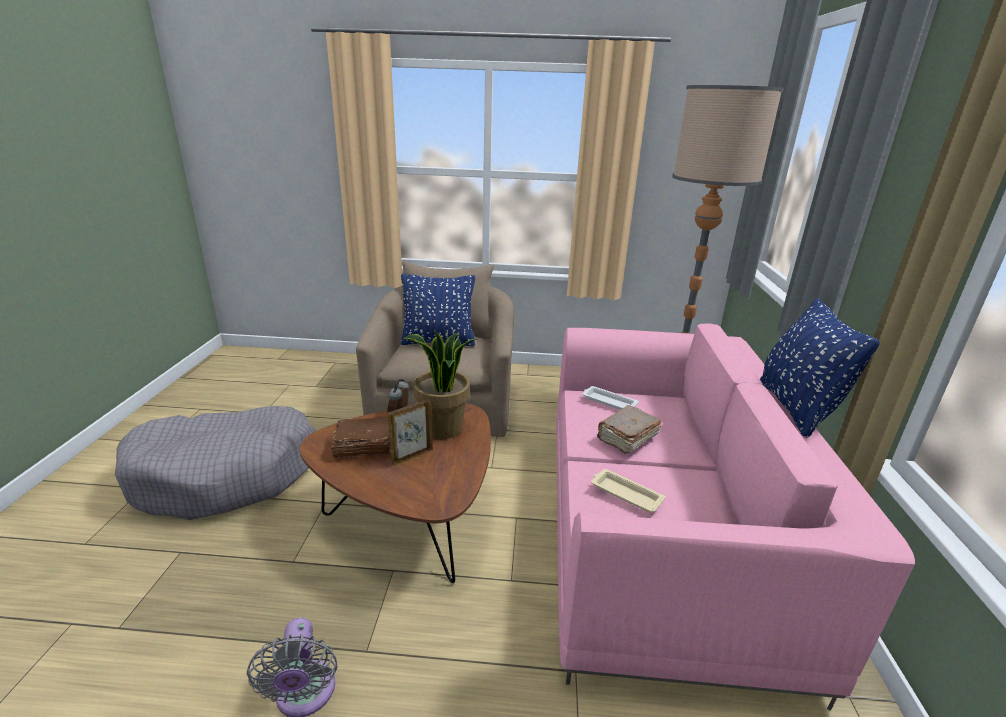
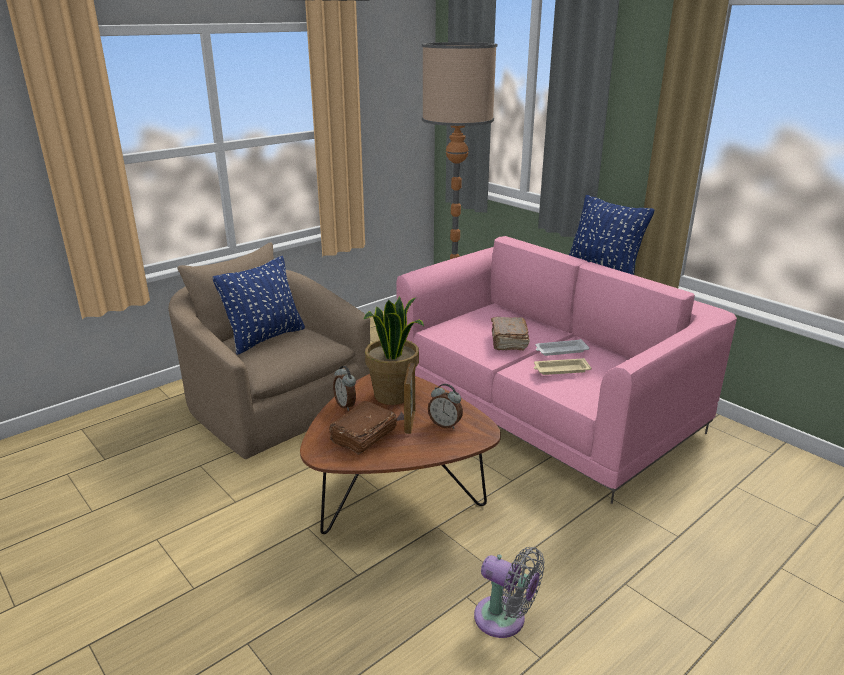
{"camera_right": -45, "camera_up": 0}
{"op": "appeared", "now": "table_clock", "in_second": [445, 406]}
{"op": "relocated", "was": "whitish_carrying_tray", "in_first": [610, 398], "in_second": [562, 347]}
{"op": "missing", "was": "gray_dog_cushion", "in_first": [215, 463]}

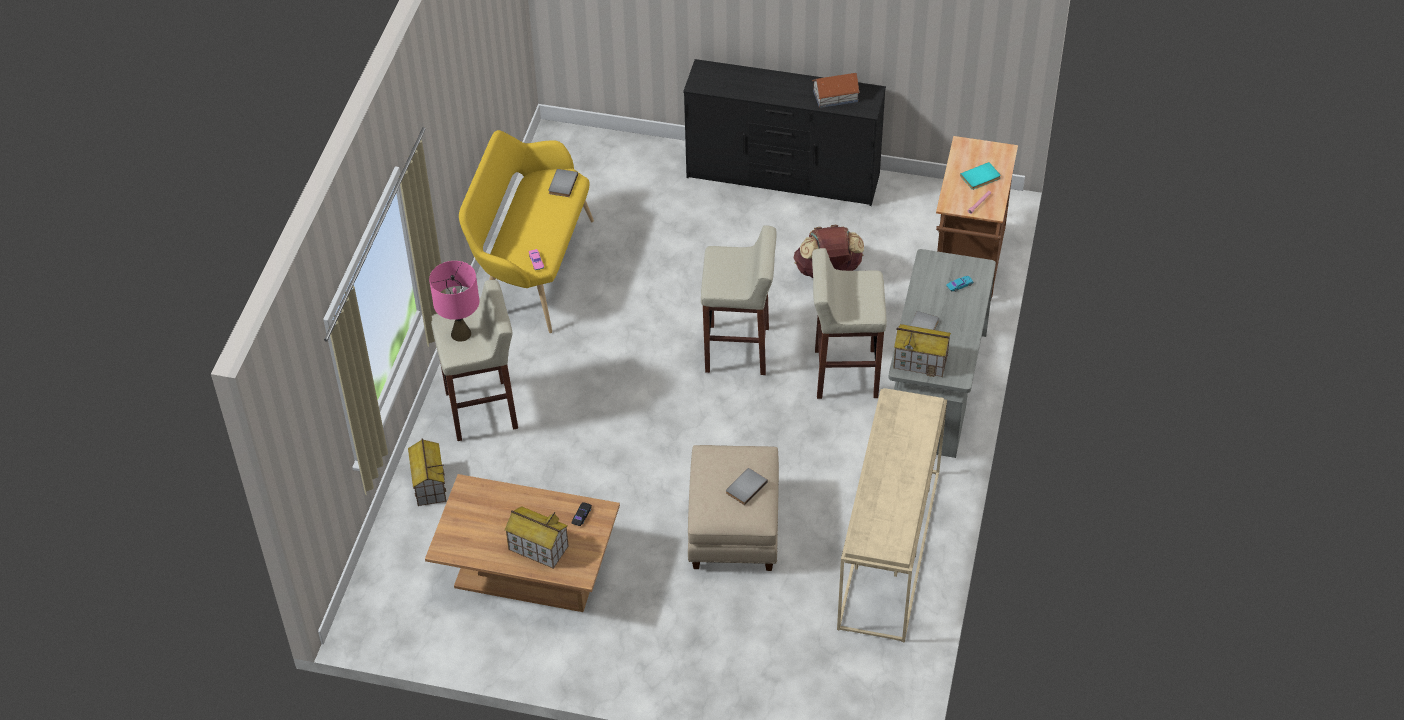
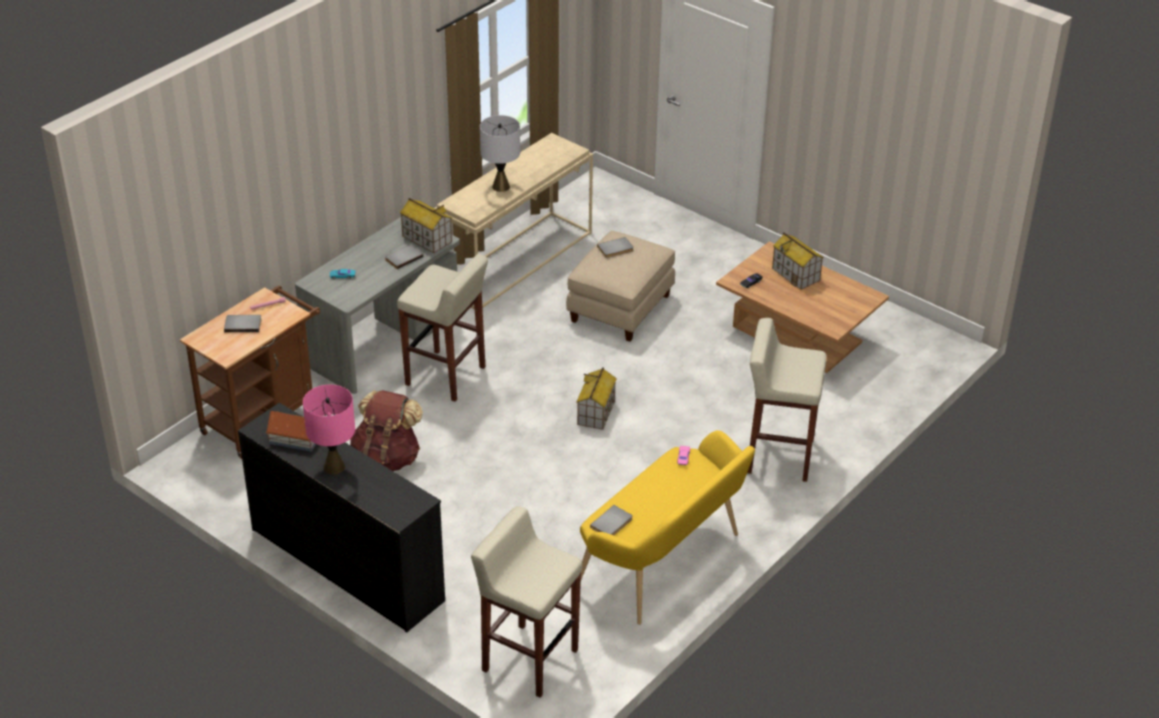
{"camera_right": -155, "camera_up": -10}
{"op": "colour", "was": "turquoise_volume", "now": "gray_volume", "in_first": [980, 176], "in_second": [243, 323]}
{"op": "relocated", "was": "pink-coloured_lamp_for_a_table", "in_first": [454, 301], "in_second": [329, 430]}
{"op": "relocated", "was": "beige-coloured_stool", "in_first": [739, 300], "in_second": [526, 602]}
{"op": "appeared", "now": "gray_lamp_for_a_table", "in_second": [500, 153]}
{"op": "relocated", "was": "model_house", "in_first": [427, 472], "in_second": [597, 398]}

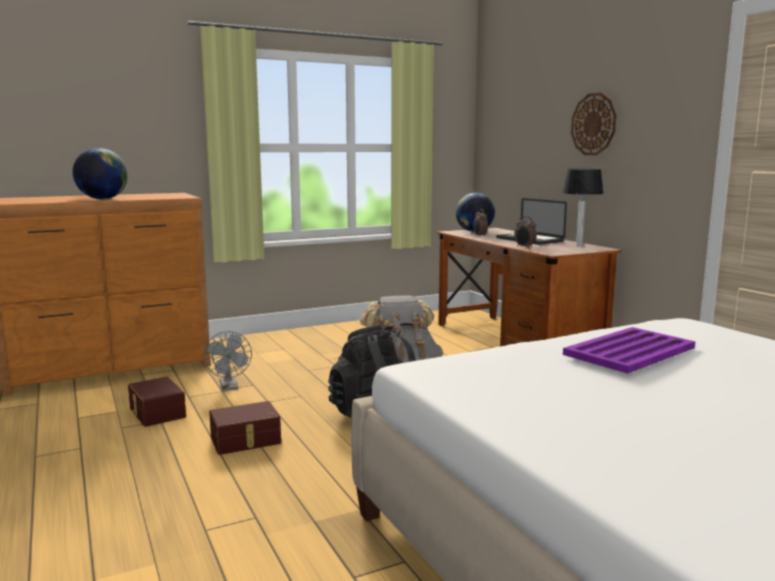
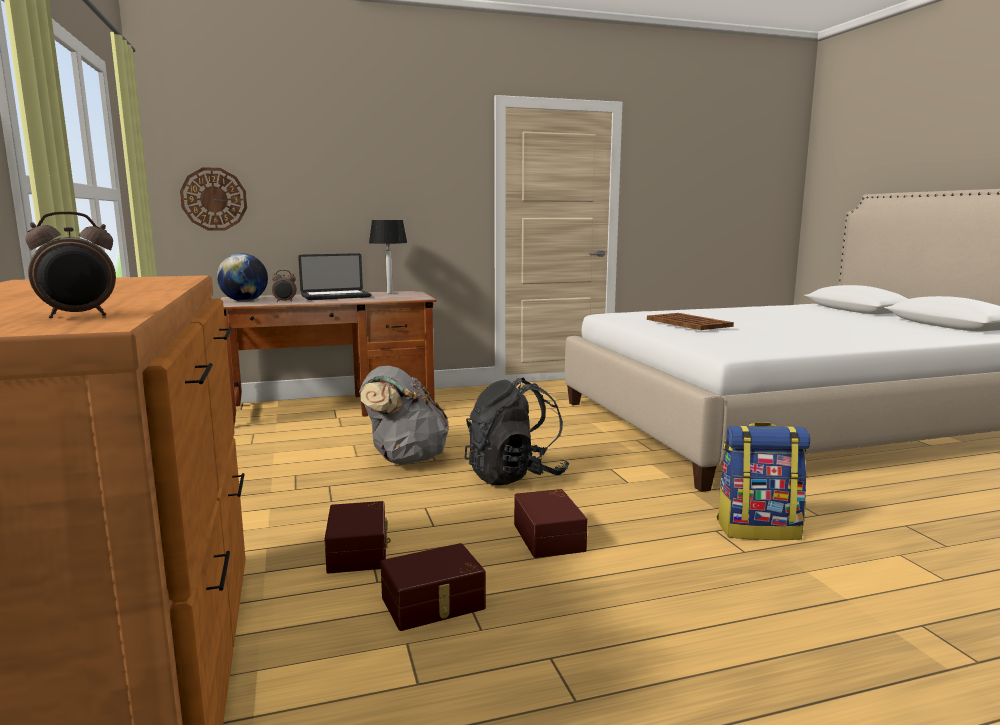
{"camera_right": -80, "camera_up": 0}
{"op": "relocated", "was": "table_clock", "in_first": [525, 232], "in_second": [70, 264]}
{"op": "relocated", "was": "wall_clock", "in_first": [593, 124], "in_second": [213, 199]}
{"op": "exchanged", "was": "gray_cooling_fan", "now": "brownish_storage_bin", "in_first": [228, 361], "in_second": [358, 537]}
{"op": "colour", "was": "purple_carrying_tray", "now": "brownish_carrying_tray", "in_first": [629, 350], "in_second": [690, 321]}
{"op": "appeared", "now": "backpack", "in_second": [763, 481]}
{"op": "missing", "was": "globe", "in_first": [100, 173]}

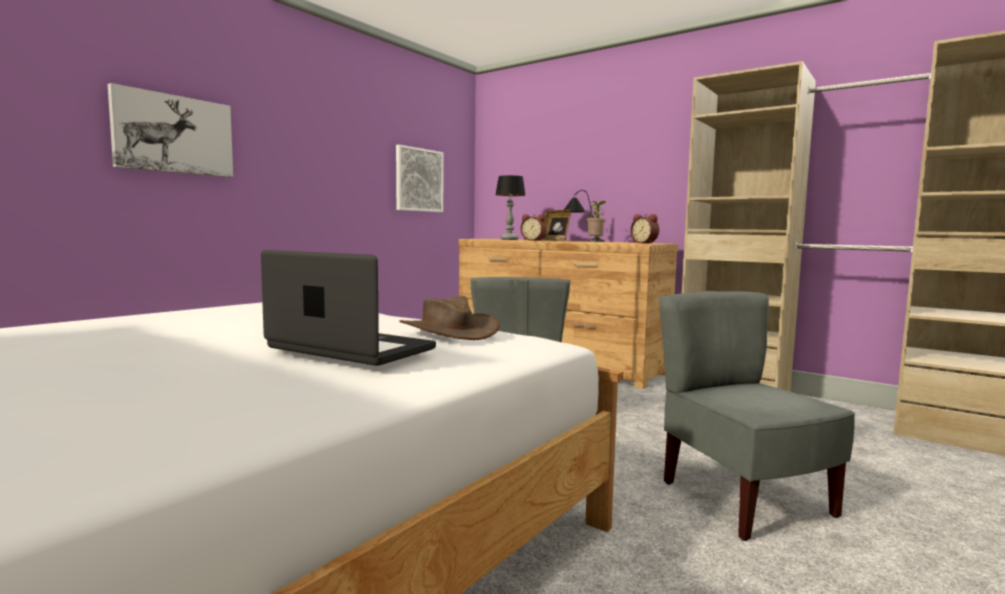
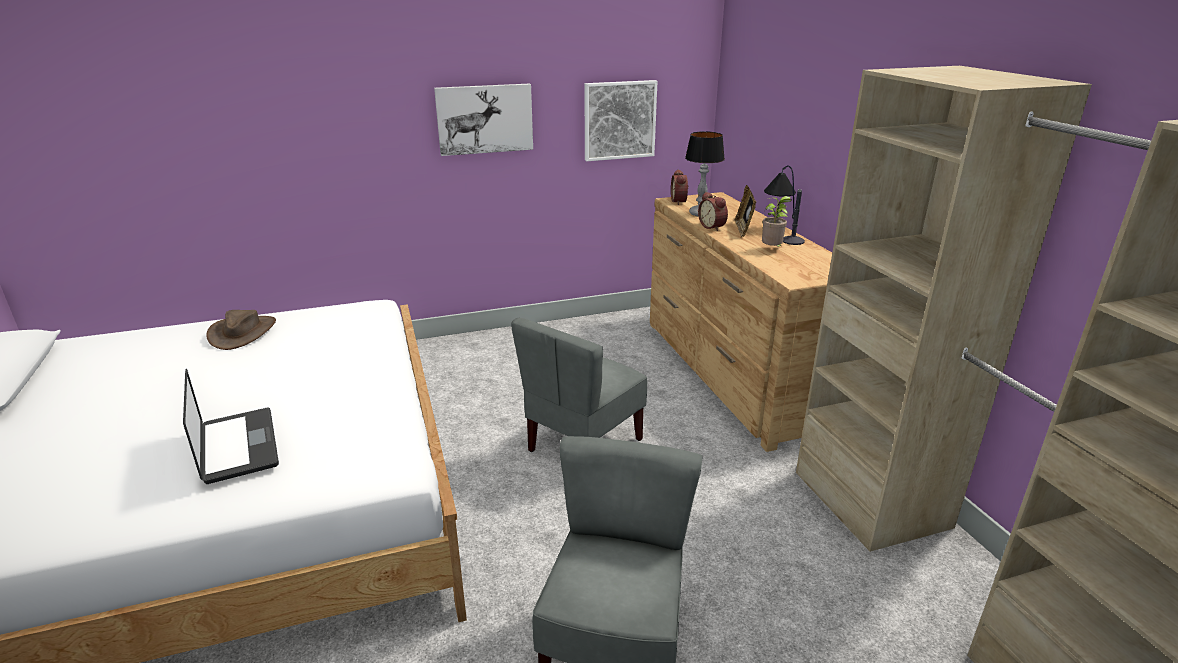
{"camera_right": 35, "camera_up": 20}
{"op": "relocated", "was": "brownish_clothing_hat", "in_first": [449, 318], "in_second": [241, 330]}
{"op": "relocated", "was": "wall_picture", "in_first": [170, 130], "in_second": [483, 120]}
{"op": "relocated", "was": "table_clock", "in_first": [644, 229], "in_second": [679, 187]}

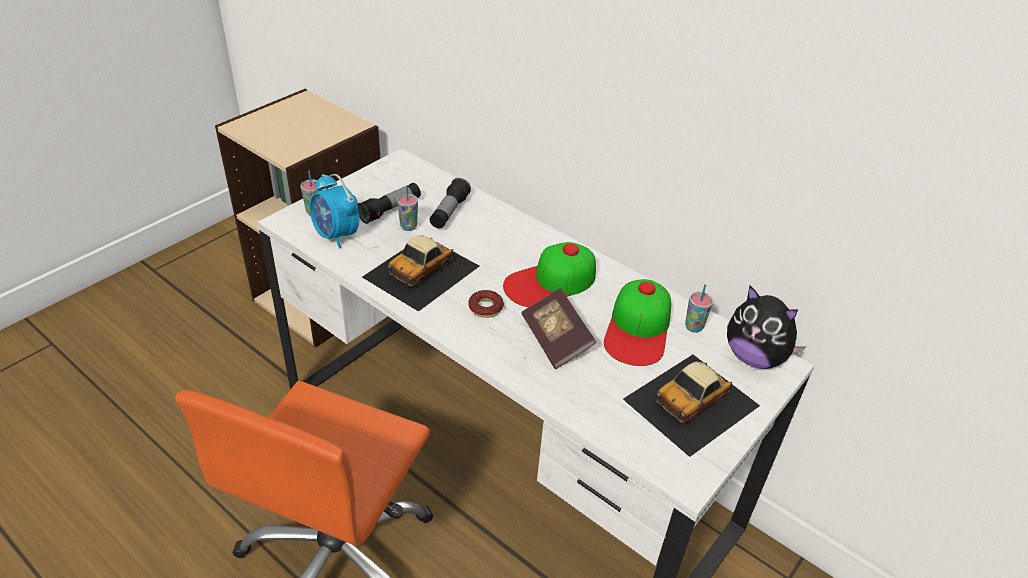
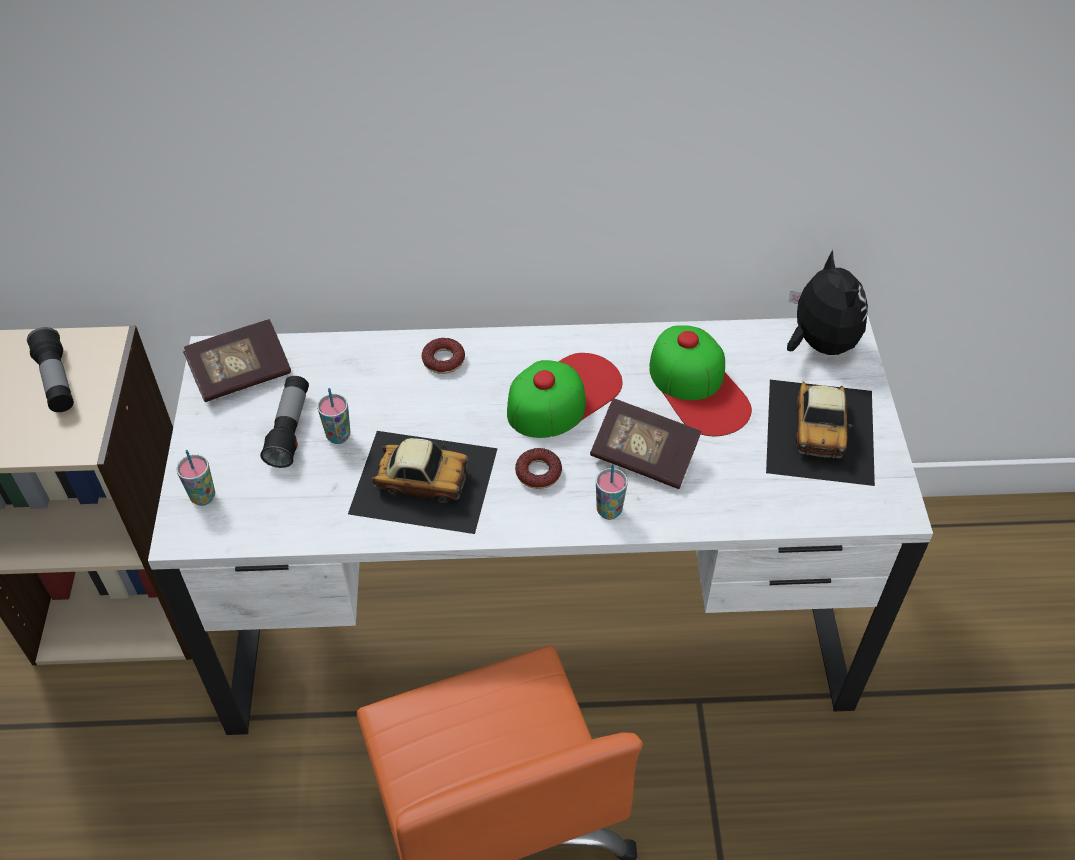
{"camera_right": -40, "camera_up": 10}
{"op": "relocated", "was": "hand_torch", "in_first": [450, 203], "in_second": [50, 369]}
{"op": "appeared", "now": "volume", "in_second": [237, 360]}
{"op": "spun", "was": "miniature_car", "in_first": [420, 273], "in_second": [423, 482], "clockwise": -75}
{"op": "appeared", "now": "doughnut", "in_second": [443, 356]}
{"op": "spun", "was": "cap", "in_first": [549, 274], "in_second": [564, 395], "clockwise": -150}
{"op": "relocated", "was": "cup", "in_first": [699, 308], "in_second": [612, 492]}
{"op": "spun", "was": "cuddly_toy", "in_first": [766, 327], "in_second": [827, 302], "clockwise": -105}
{"op": "missing", "was": "table_clock", "in_first": [334, 211]}

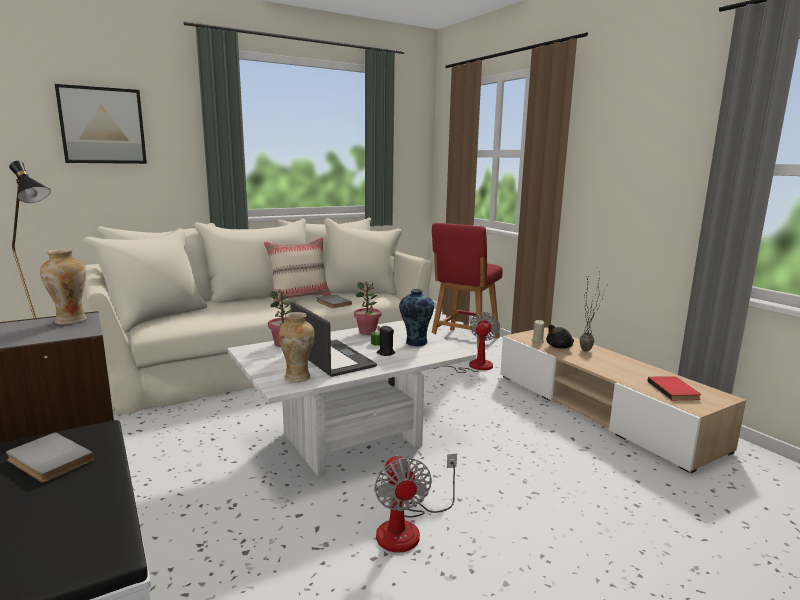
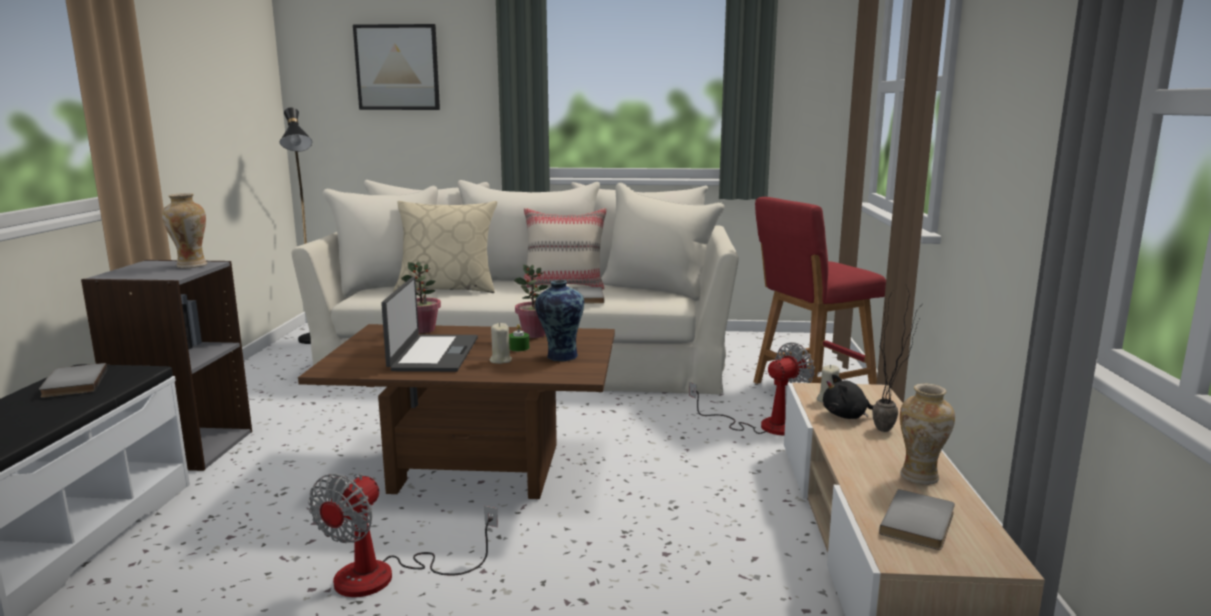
{"camera_right": 35, "camera_up": 0}
{"op": "colour", "was": "whitish_coffee_table", "now": "brownish_coffee_table", "in_first": [352, 398], "in_second": [456, 411]}
{"op": "appeared", "now": "beige-coloured_pillow", "in_second": [445, 247]}
{"op": "colour", "was": "blackish_wax_light", "now": "beige-coloured_wax_light", "in_first": [386, 341], "in_second": [501, 343]}
{"op": "colour", "was": "red-coloured_volume", "now": "gray_volume", "in_first": [674, 388], "in_second": [917, 519]}
{"op": "relocated", "was": "decorative_vase", "in_first": [296, 347], "in_second": [927, 434]}

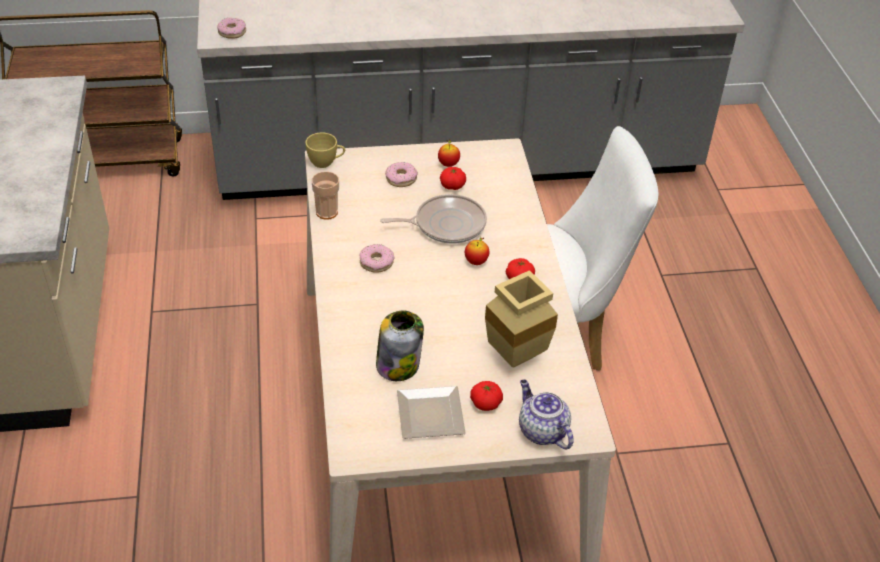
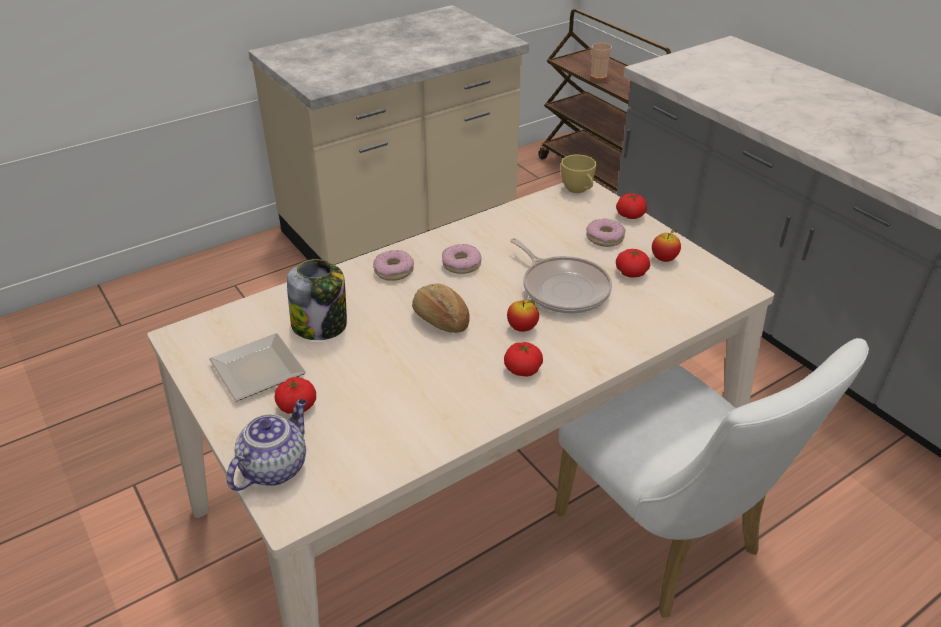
{"camera_right": 65, "camera_up": -5}
{"op": "relocated", "was": "doughnut", "in_first": [231, 28], "in_second": [393, 265]}
{"op": "appeared", "now": "baked_bread", "in_second": [441, 308]}
{"op": "relocated", "was": "cup", "in_first": [325, 195], "in_second": [601, 61]}
{"op": "appeared", "now": "tomato", "in_second": [631, 206]}
{"op": "missing", "was": "beige-coloured_decorative_vase", "in_first": [521, 318]}

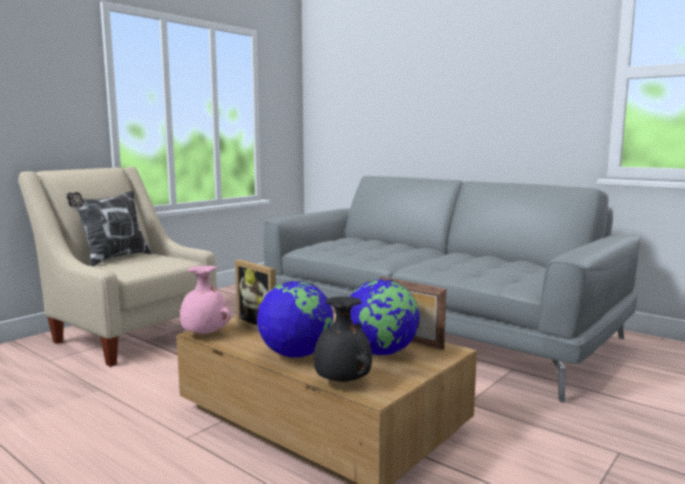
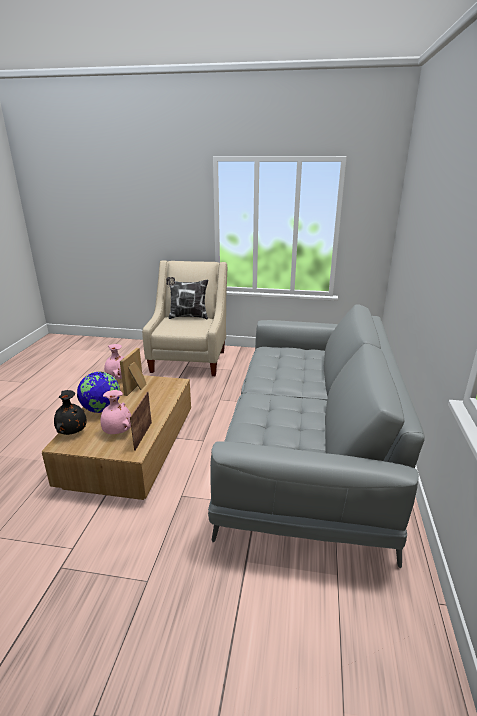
{"camera_right": 60, "camera_up": 15}
{"op": "exchanged", "was": "globe", "now": "pink-coloured_decorative_vase", "in_first": [385, 317], "in_second": [116, 412]}

